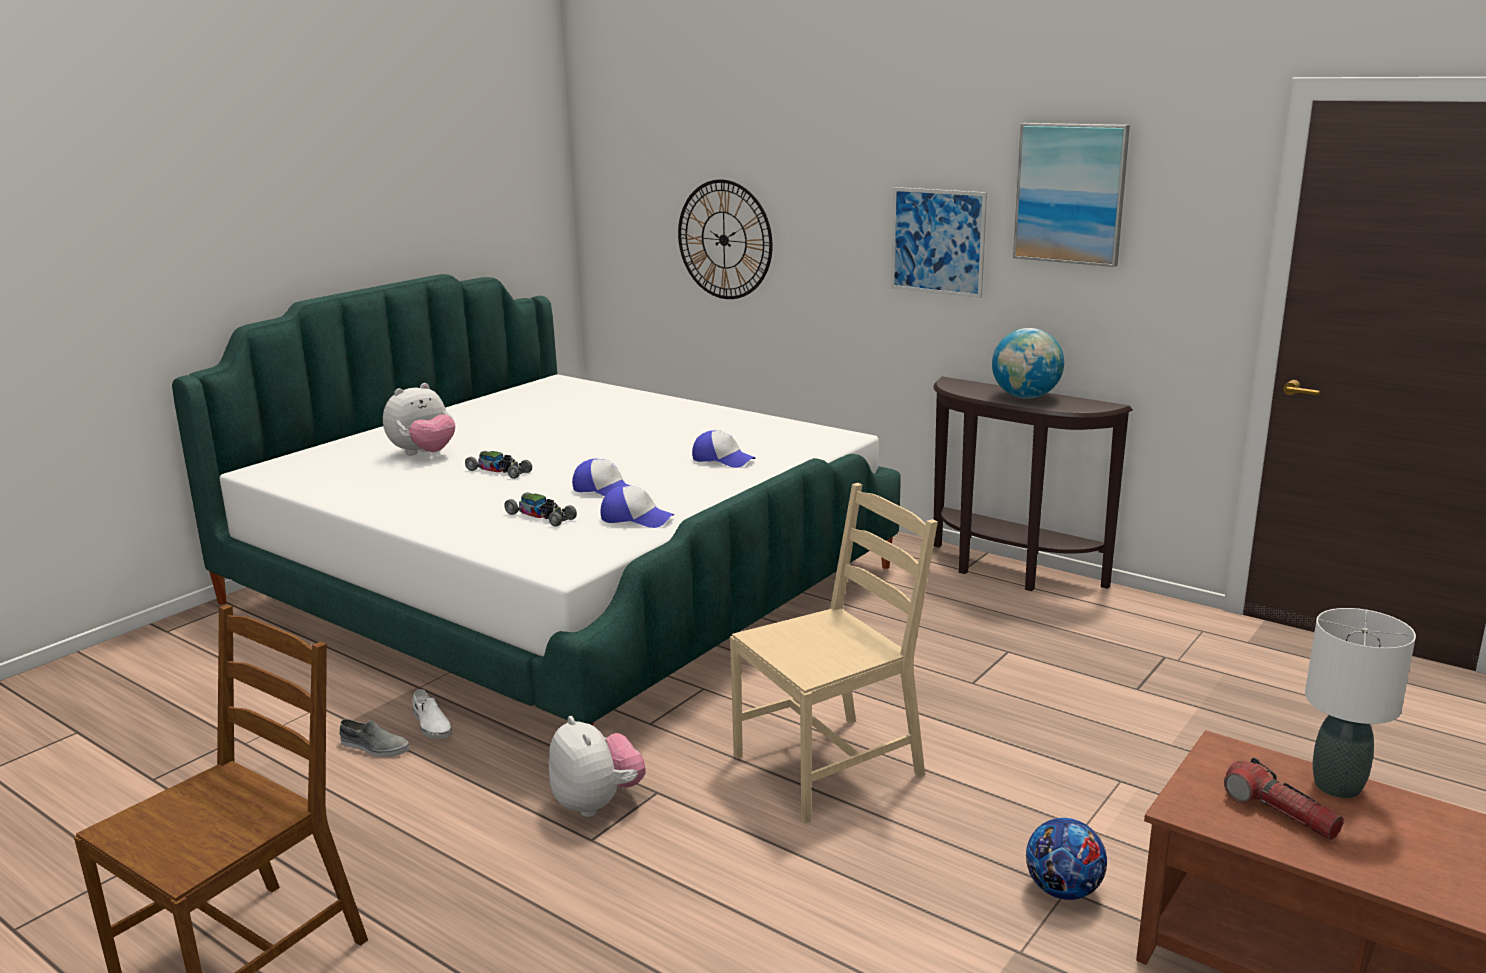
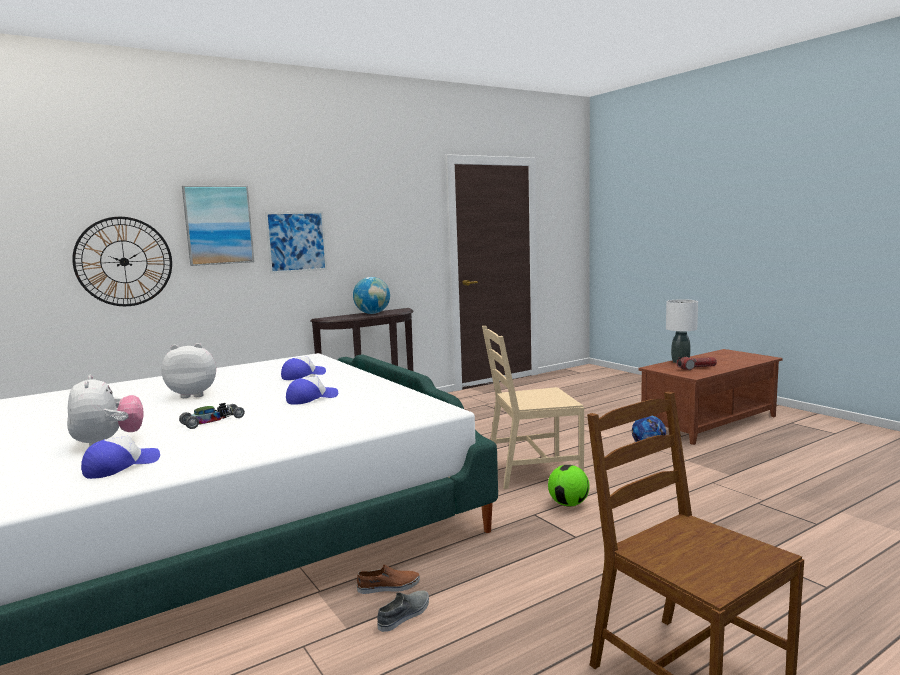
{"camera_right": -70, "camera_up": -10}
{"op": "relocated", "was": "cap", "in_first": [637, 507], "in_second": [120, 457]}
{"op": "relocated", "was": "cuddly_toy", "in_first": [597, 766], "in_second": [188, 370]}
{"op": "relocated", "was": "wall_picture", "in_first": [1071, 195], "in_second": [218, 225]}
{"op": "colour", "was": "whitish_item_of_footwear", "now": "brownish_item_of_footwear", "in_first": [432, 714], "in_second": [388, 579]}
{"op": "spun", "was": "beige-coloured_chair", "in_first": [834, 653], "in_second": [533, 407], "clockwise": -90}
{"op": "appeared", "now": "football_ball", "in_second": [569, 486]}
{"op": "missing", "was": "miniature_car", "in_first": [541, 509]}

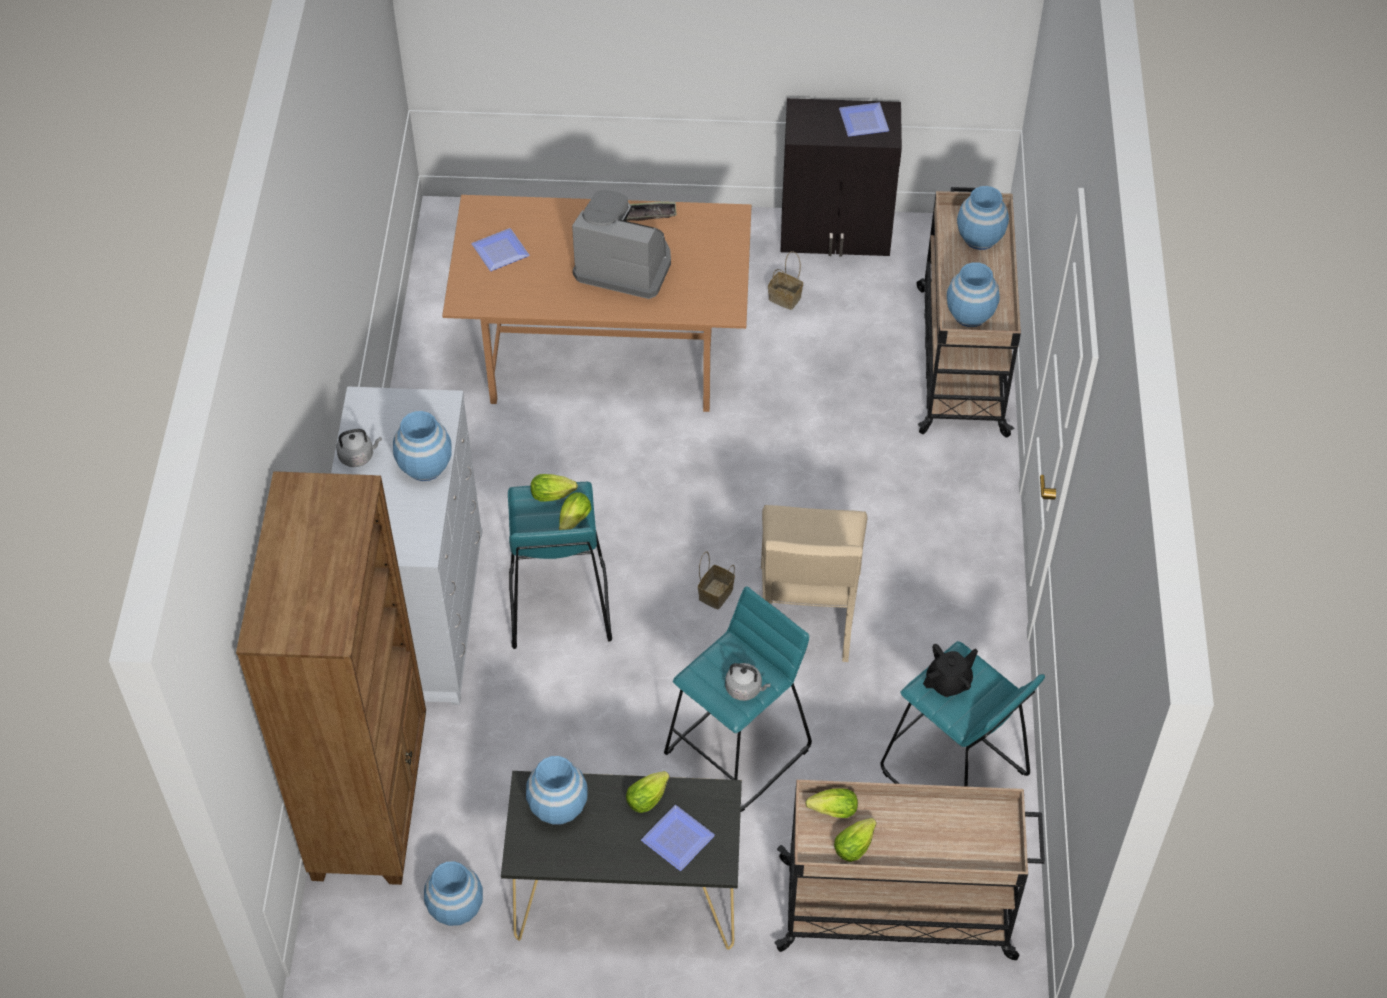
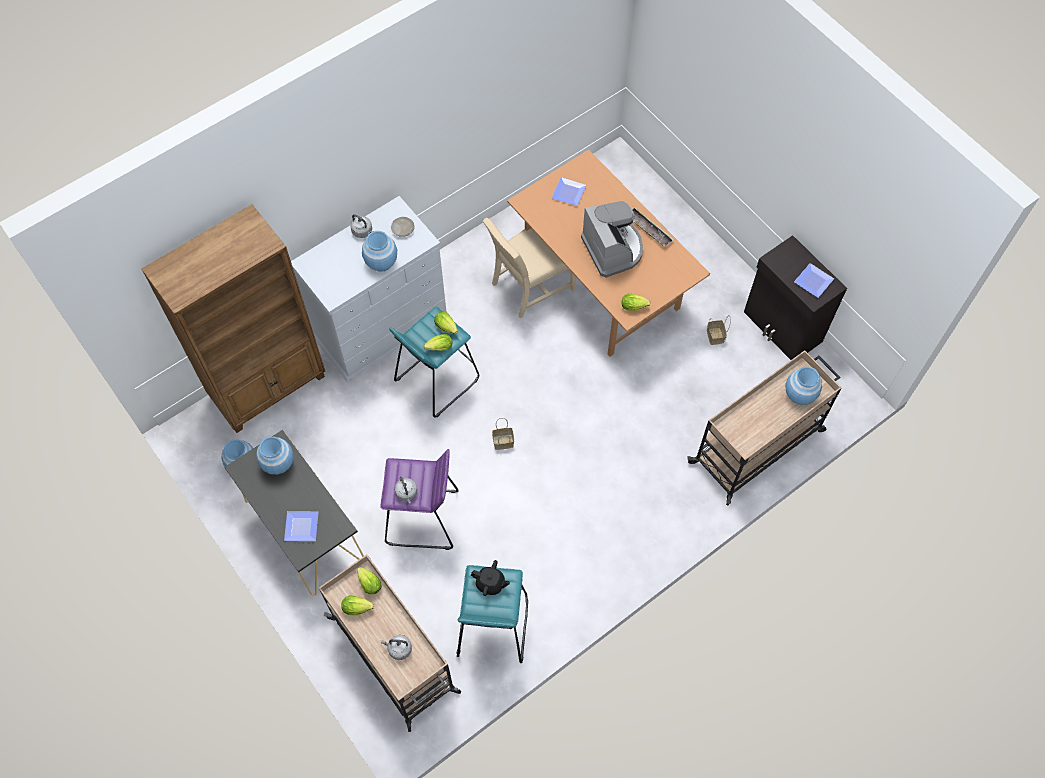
{"camera_right": 50, "camera_up": 10}
{"op": "colour", "was": "turquoise_stool", "now": "purple_stool", "in_first": [738, 699], "in_second": [420, 499]}
{"op": "appeared", "now": "gray_kettle", "in_second": [396, 647]}
{"op": "appeared", "now": "beige-coloured_plate", "in_second": [403, 227]}
{"op": "relocated", "was": "beige-coloured_chair", "in_first": [814, 583], "in_second": [529, 268]}
{"op": "relocated", "was": "lettuce_head", "in_first": [647, 792], "in_second": [636, 302]}
{"op": "missing", "was": "blue_decorative_vase", "in_first": [973, 294]}

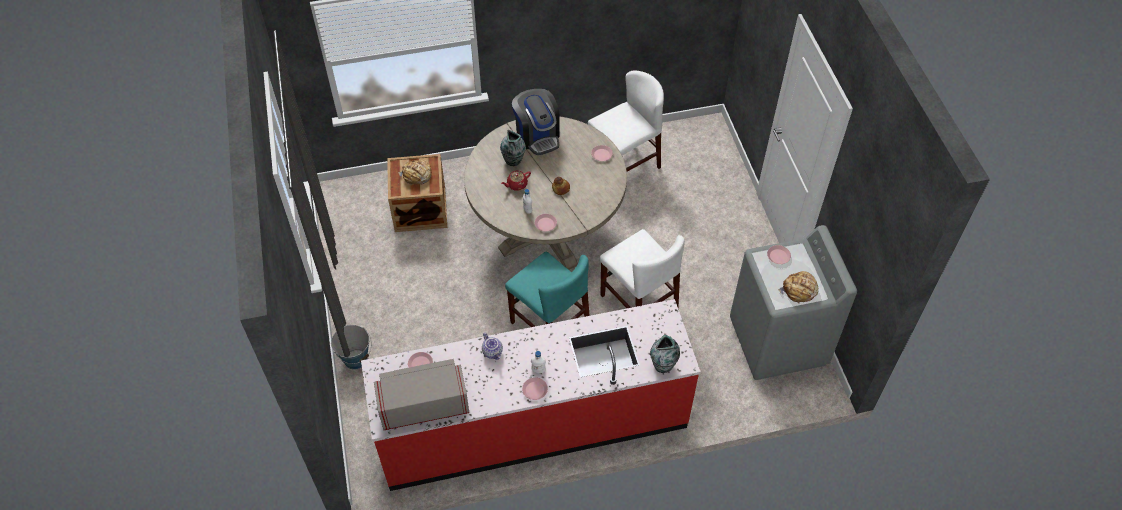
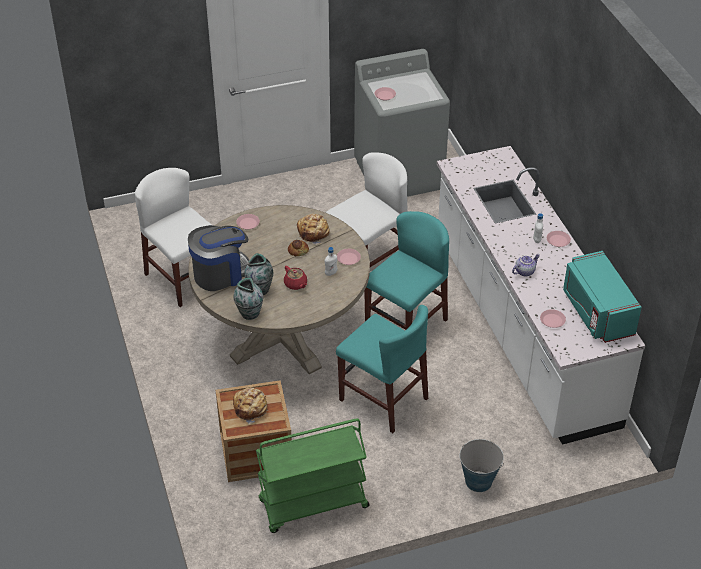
{"camera_right": -95, "camera_up": -10}
{"op": "relocated", "was": "decorative_vase", "in_first": [665, 354], "in_second": [248, 299]}
{"op": "appeared", "now": "green-coloured_wheeled_cart", "in_second": [312, 475]}
{"op": "relocated", "was": "baked_bread", "in_first": [798, 287], "in_second": [314, 229]}
{"op": "appeared", "now": "turquoise_chair", "in_second": [382, 369]}
{"op": "colour", "was": "red-coloured_counter", "now": "whitish_counter", "in_first": [531, 395], "in_second": [541, 295]}
{"op": "colour", "was": "gray_microwave", "now": "turquoise_microwave", "in_first": [421, 394], "in_second": [602, 297]}

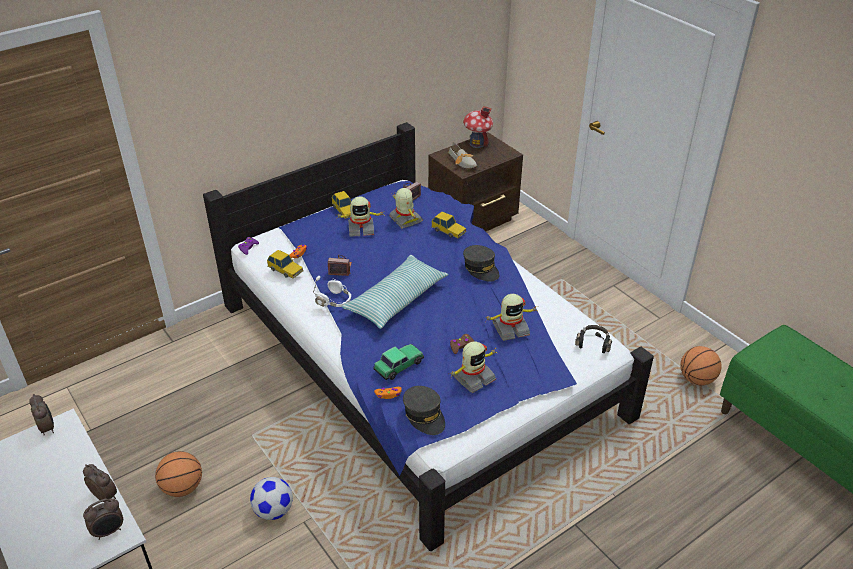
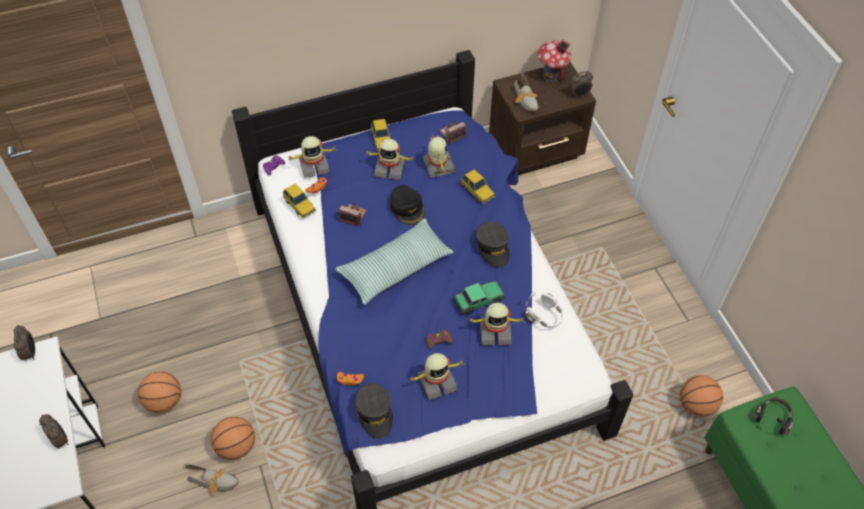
{"camera_right": 15, "camera_up": 15}
{"op": "appeared", "now": "item_of_footwear", "in_second": [212, 479]}
{"op": "exchanged", "was": "football_ball", "now": "basketball_ball", "in_first": [271, 498], "in_second": [233, 438]}
{"op": "appeared", "now": "toy_robot", "in_second": [312, 157]}
{"op": "appeared", "now": "blackish_cap", "in_second": [407, 205]}
{"op": "relocated", "was": "miniature_car", "in_first": [398, 362], "in_second": [479, 298]}
{"op": "relocated", "was": "whitish_headset", "in_first": [332, 291], "in_second": [544, 309]}
{"op": "relocated", "was": "table_clock", "in_first": [103, 519], "in_second": [581, 84]}
{"op": "relocated", "was": "blackish_headset", "in_first": [593, 339], "in_second": [773, 416]}

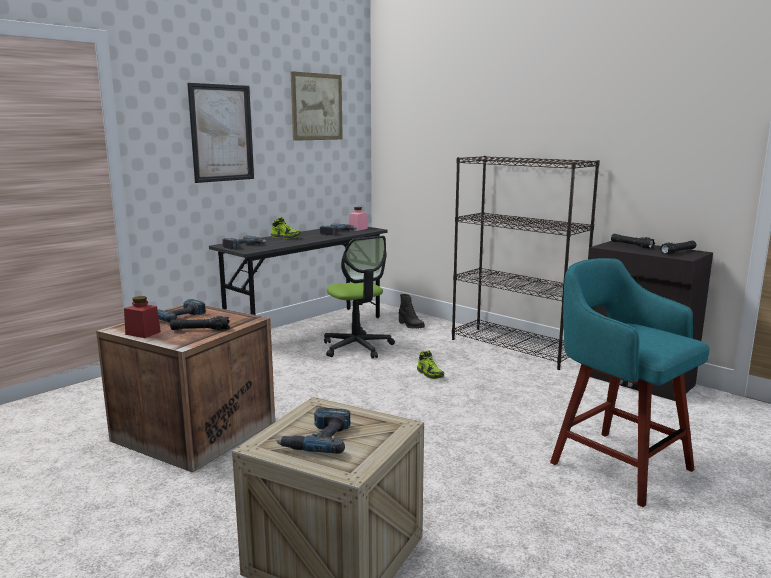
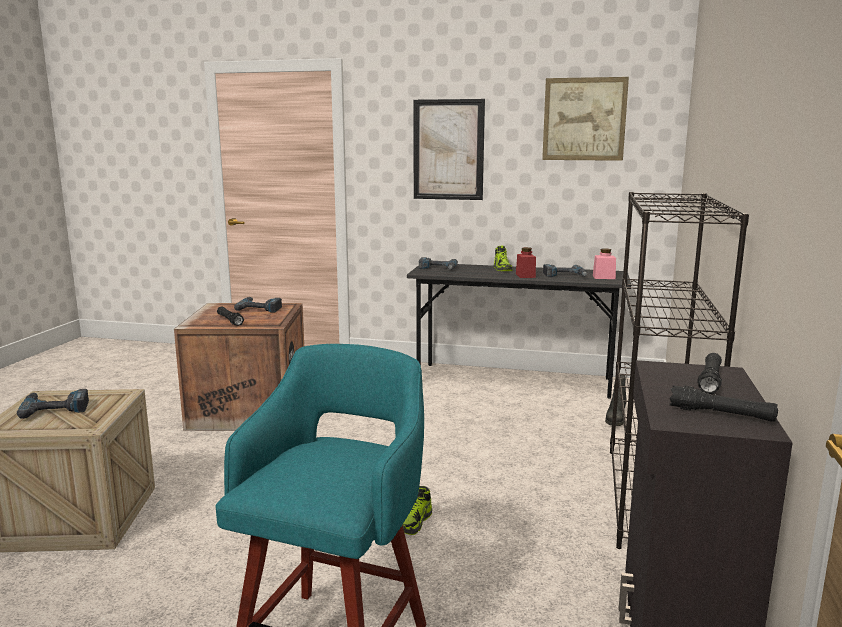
{"camera_right": 60, "camera_up": 0}
{"op": "relocated", "was": "item_of_footwear", "in_first": [430, 364], "in_second": [417, 510]}
{"op": "relocated", "was": "red-coloured_jar", "in_first": [142, 317], "in_second": [526, 262]}
{"op": "missing", "was": "desk_chair", "in_first": [359, 297]}

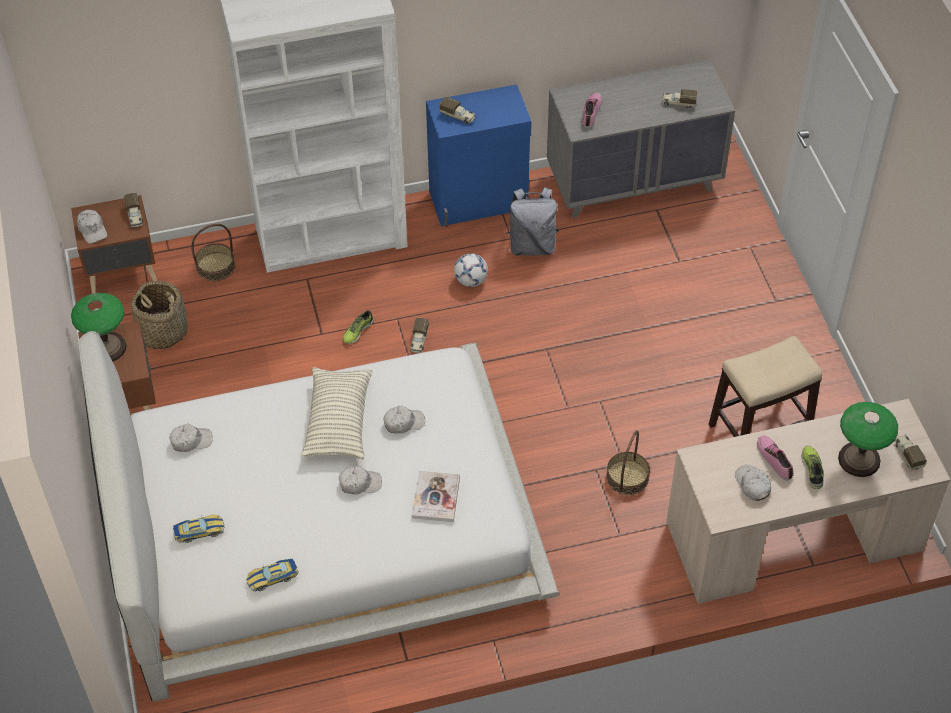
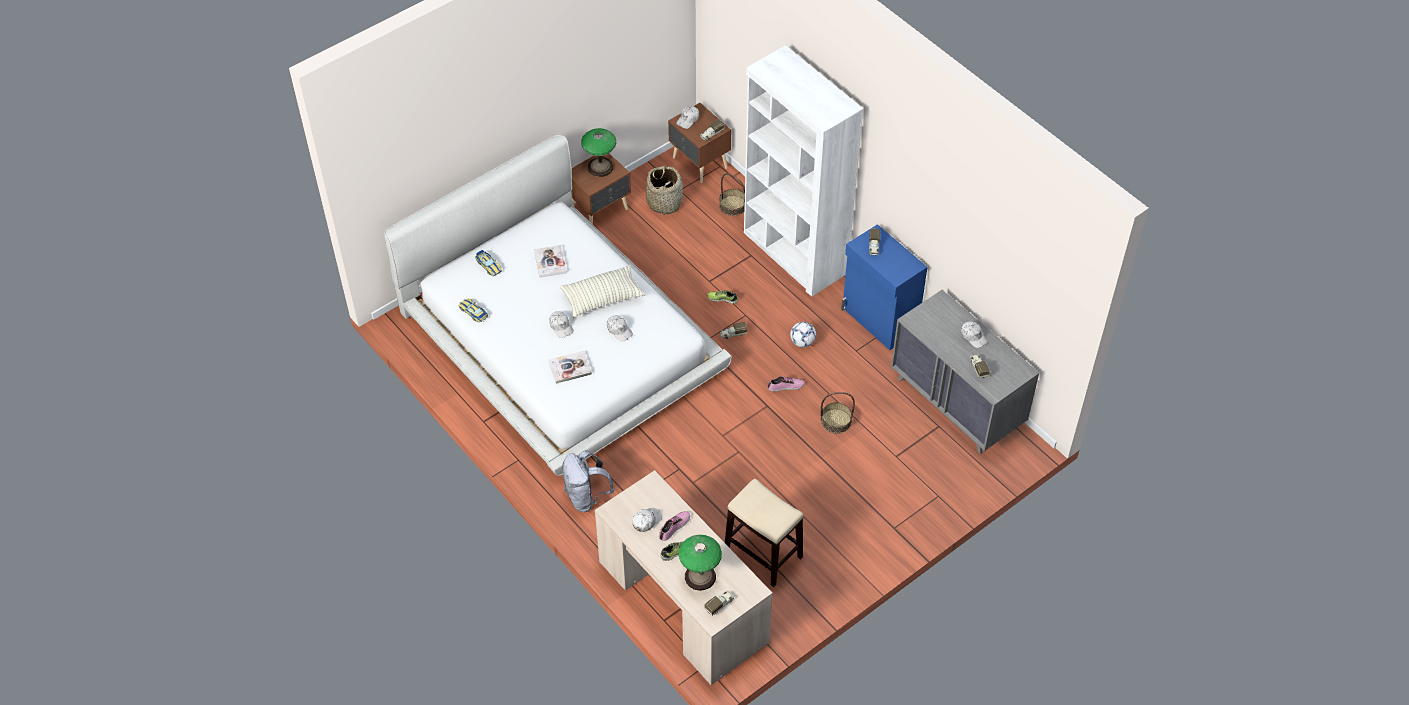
{"camera_right": 65, "camera_up": 0}
{"op": "appeared", "now": "volume", "in_second": [550, 261]}
{"op": "relocated", "was": "gray_backpack", "in_first": [532, 221], "in_second": [588, 481]}
{"op": "relocated", "was": "item_of_footwear", "in_first": [592, 110], "in_second": [786, 383]}
{"op": "relocated", "was": "storage_basket", "in_first": [628, 462], "in_second": [838, 413]}
{"op": "relocated", "was": "whitish_cap", "in_first": [191, 438], "in_second": [974, 334]}

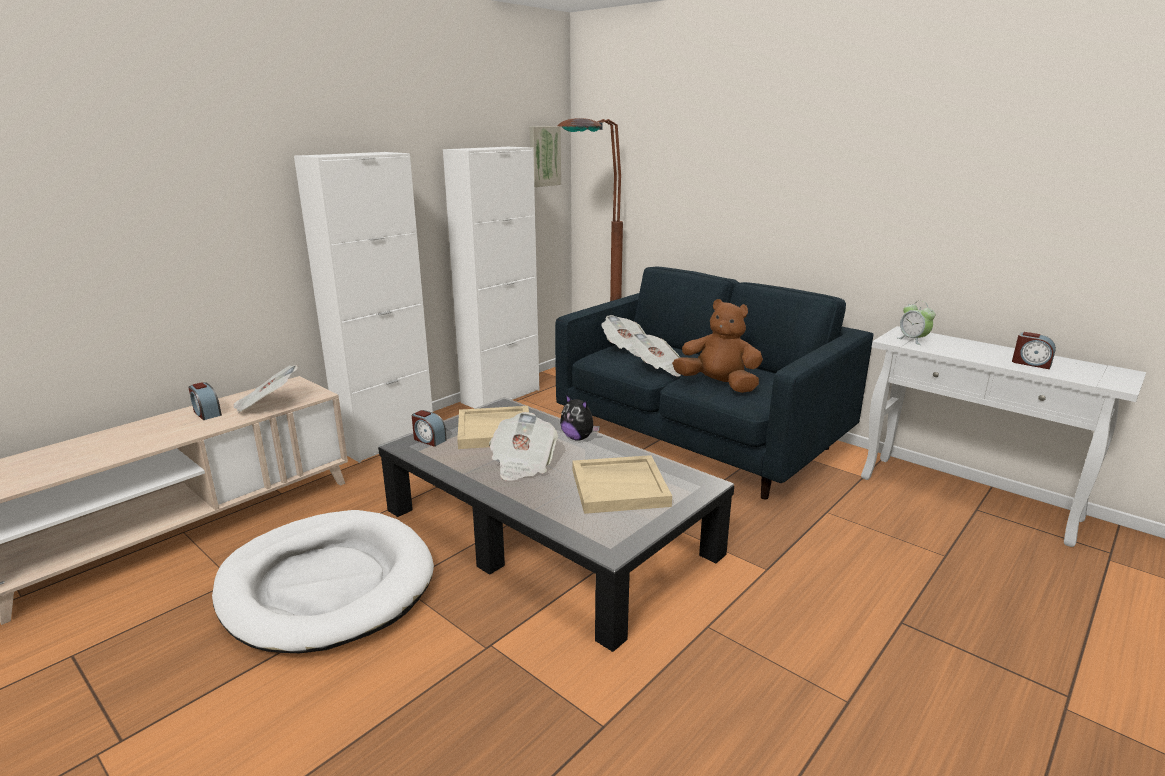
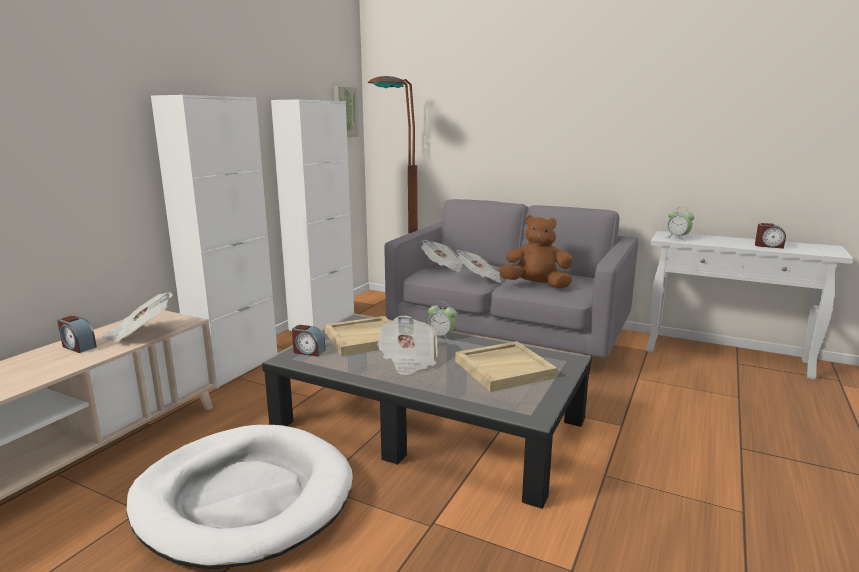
{"camera_right": -15, "camera_up": -5}
{"op": "colour", "was": "blue_sofa", "now": "gray_sofa", "in_first": [714, 383], "in_second": [511, 286]}
{"op": "exchanged", "was": "cuddly_toy", "now": "table_clock", "in_first": [580, 417], "in_second": [442, 321]}

